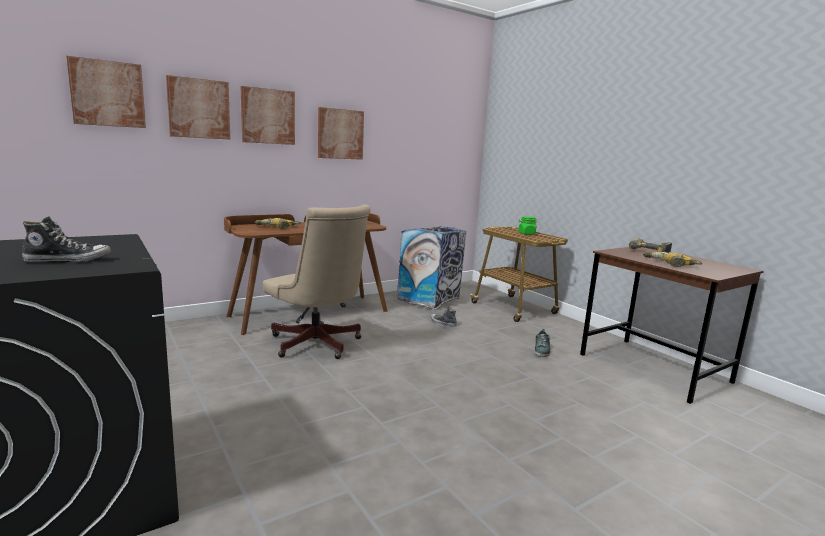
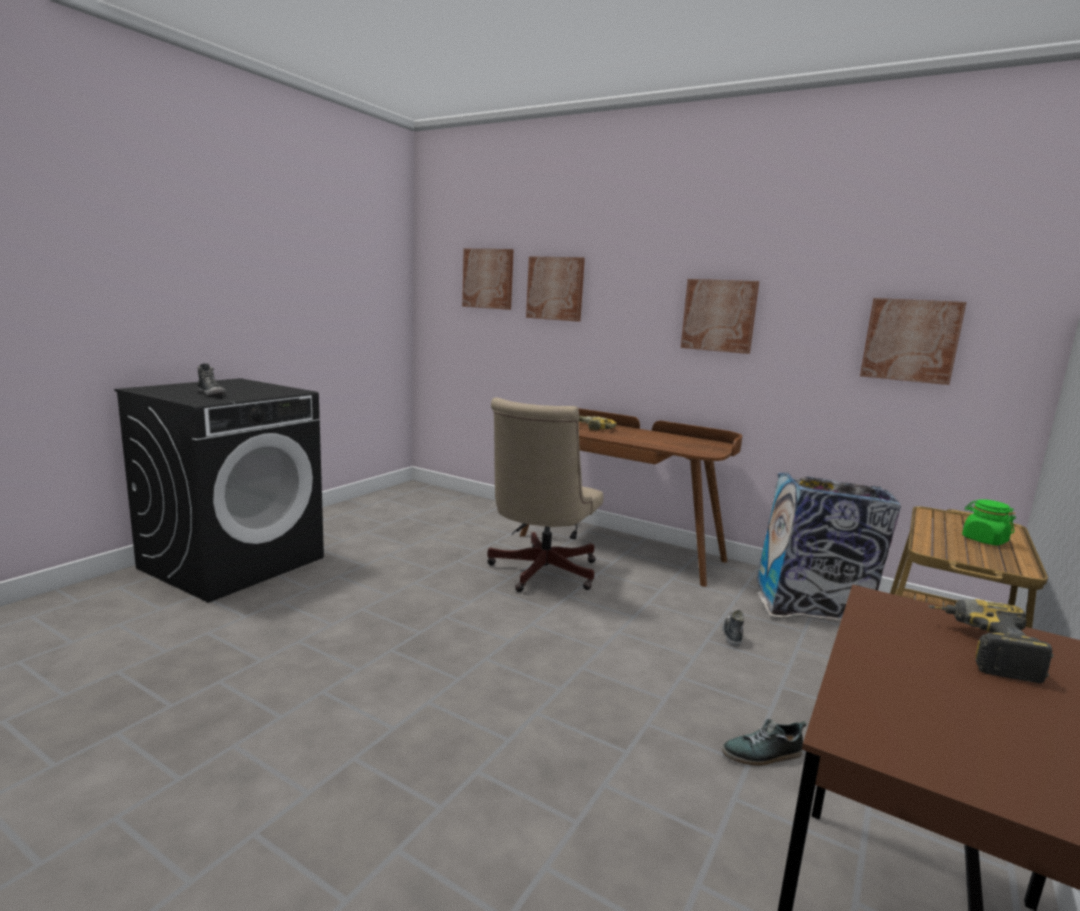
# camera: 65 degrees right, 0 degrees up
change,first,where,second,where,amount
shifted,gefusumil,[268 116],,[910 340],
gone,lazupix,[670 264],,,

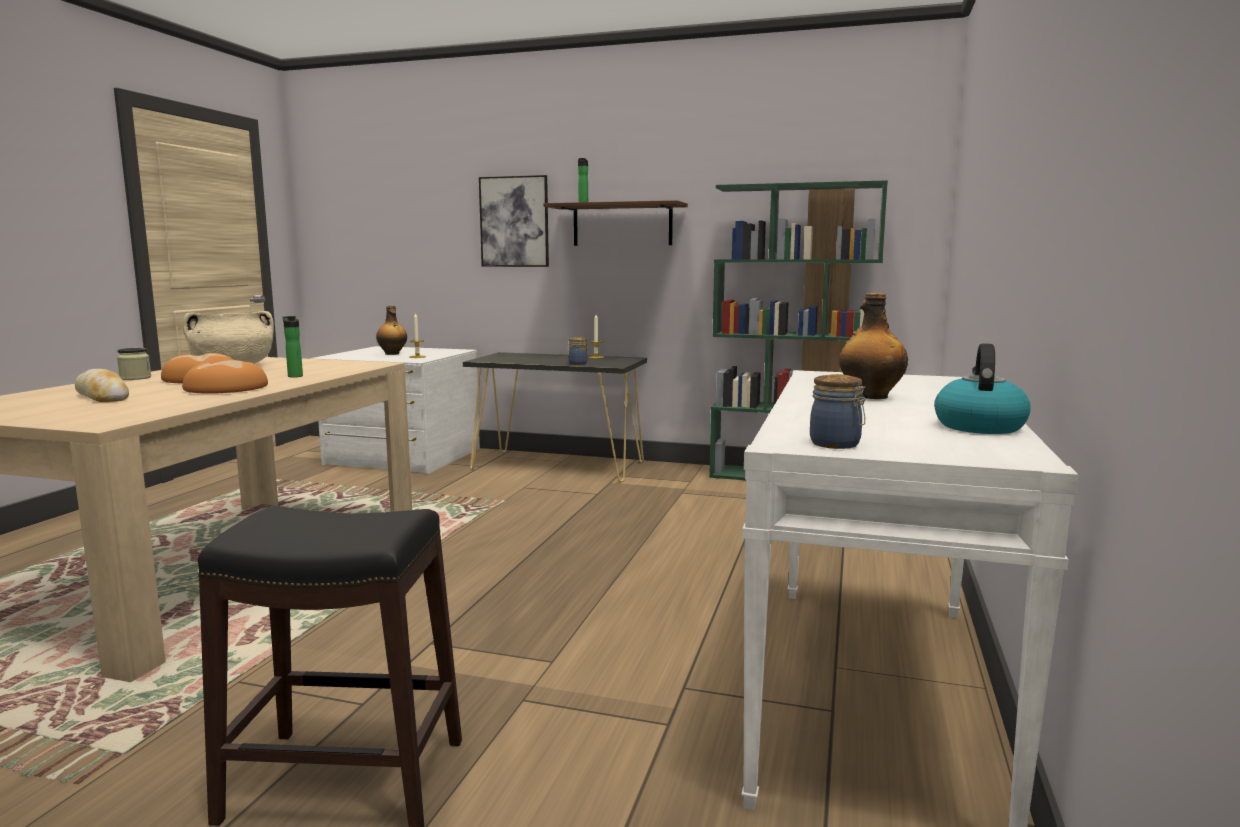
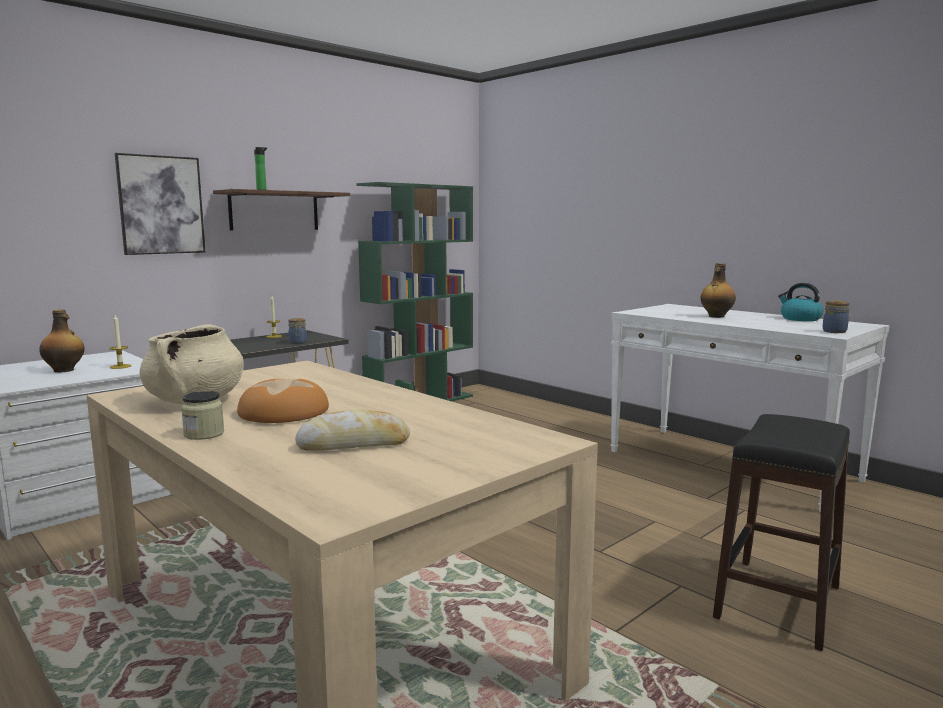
# camera: 60 degrees left, 0 degrees up
change,first,where,second,where,amount
gone,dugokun,[225 388],,,
gone,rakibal,[294 376],,,

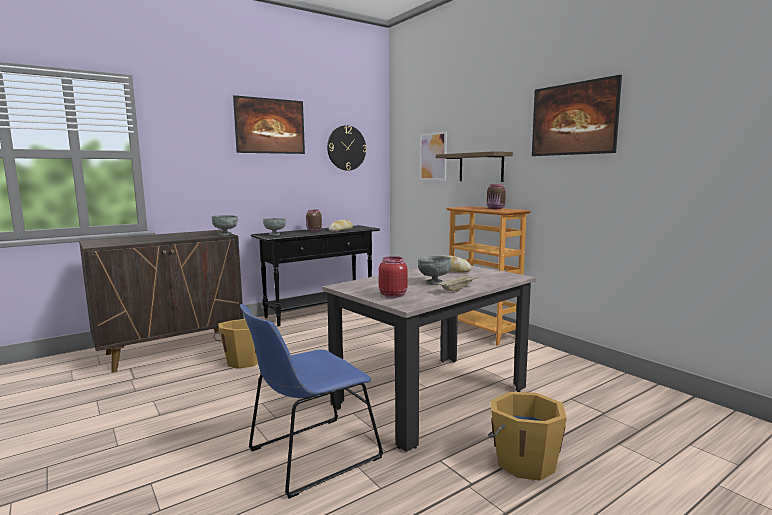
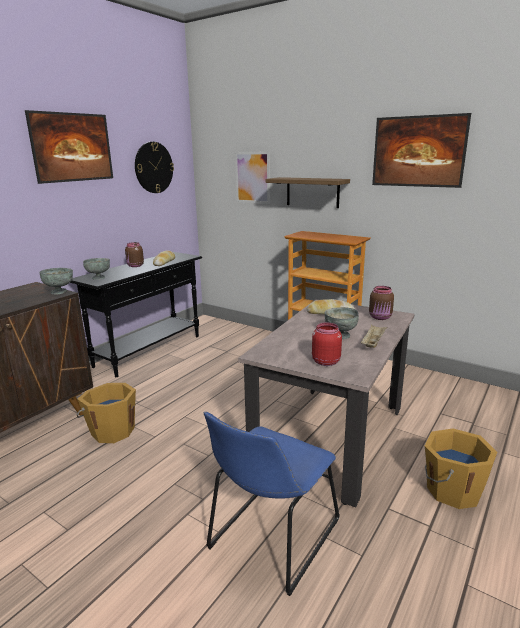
# camera: 20 degrees left, 10 degrees up
change,first,where,second,where,amount
shifted,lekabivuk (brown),[495 209],,[380 317],

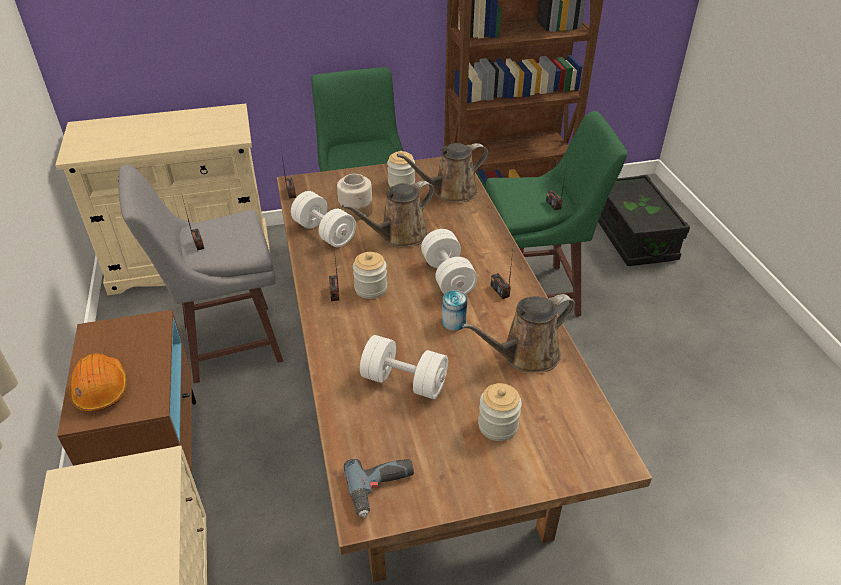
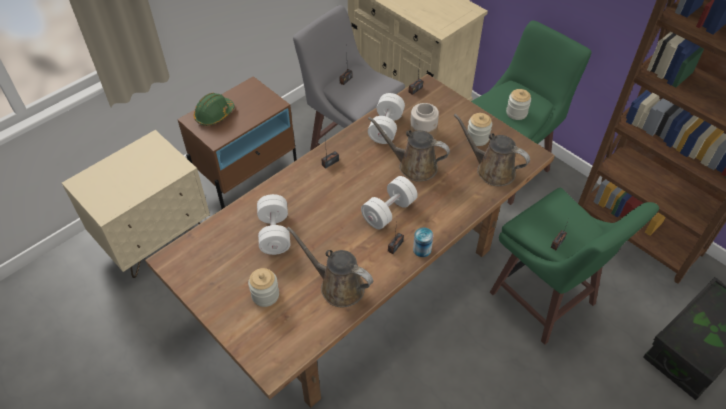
# camera: 60 degrees right, 10 degrees up
change,first,where,second,where,amount
repainted,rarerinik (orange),[101 389],rarerinik (green),[214 115],
shifted,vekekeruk,[454 322],,[422 249],
shifted,lekabivuk,[371 289],,[516 113],
gone,lazupix,[382 489],,,

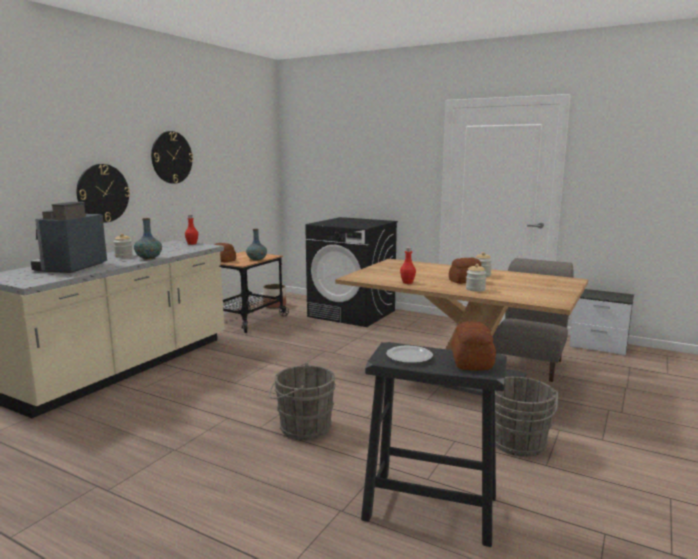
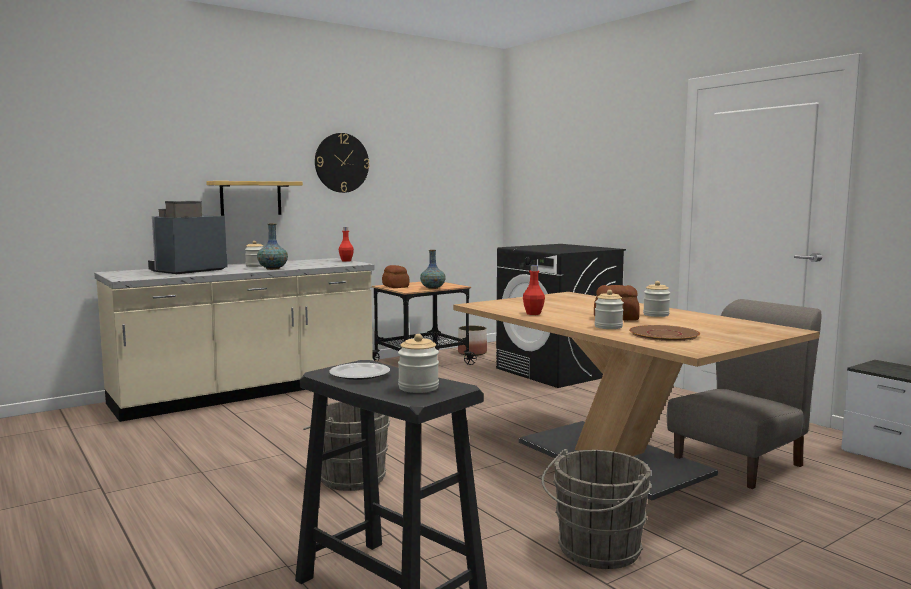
# camera: 25 degrees right, 5 degrees down
change,first,where,second,where,amount
swapped,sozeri,[103 193],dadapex,[251 198],
swapped,dugokun,[471 362],lekabivuk,[418 387],
new,,,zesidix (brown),[663 334],

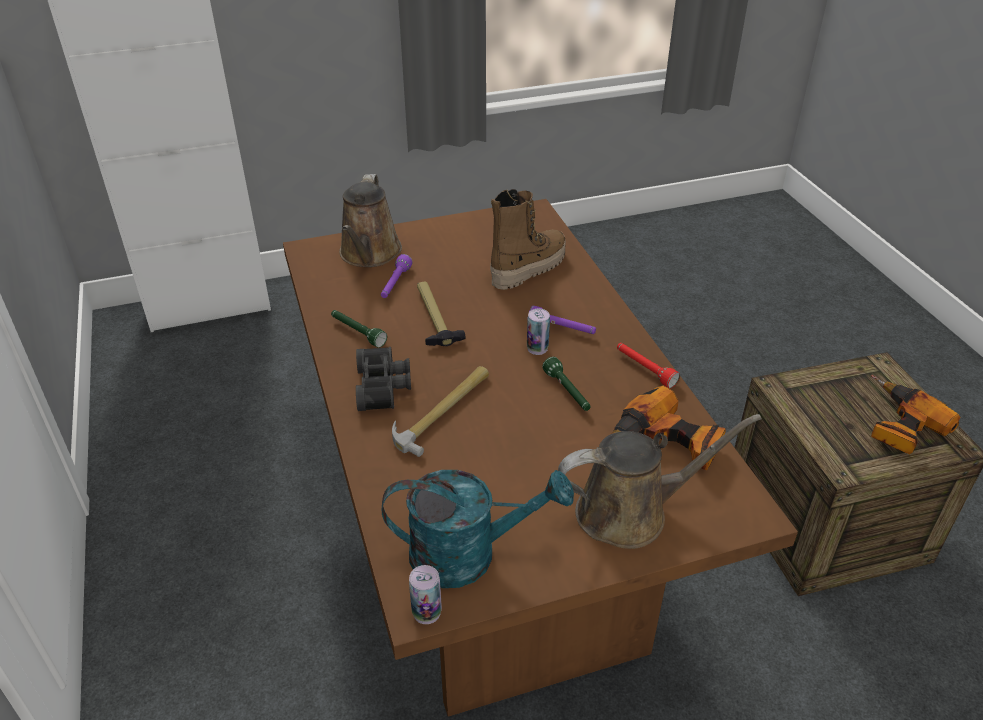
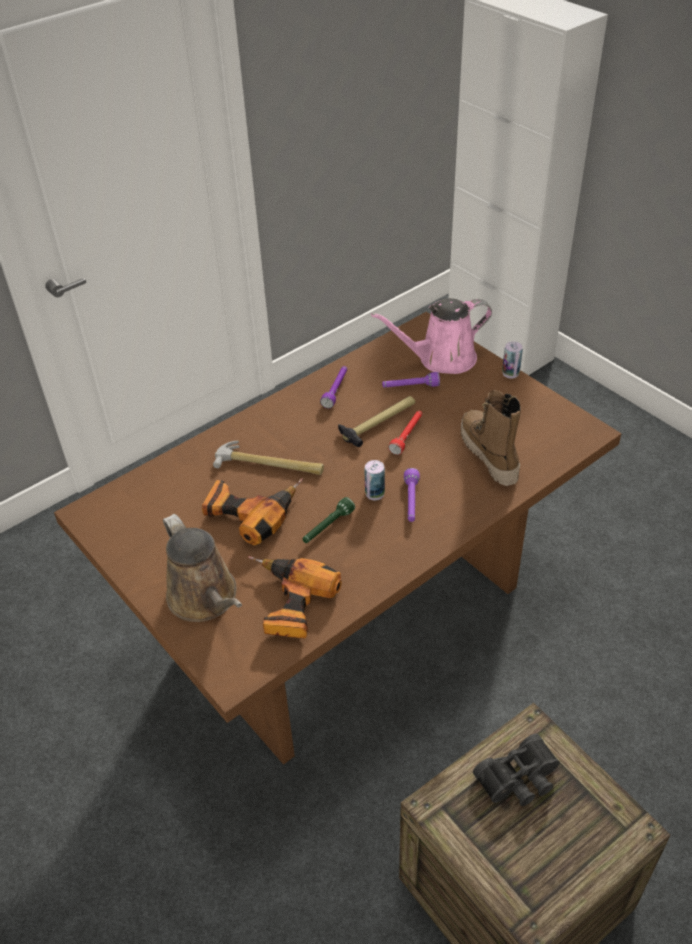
# camera: 70 degrees right, 5 degrees up
change,first,where,second,where,amount
shifted,lazupix,[898 425],,[251 511],
repainted,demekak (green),[357 333],demekak (purple),[336 390],
repainted,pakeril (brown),[369 254],pakeril (pink),[441 359],
shifted,demekak (red),[644 369],,[407 436],
rotated,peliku,[528 268],,[488 455],135 degrees counterclockwise
shifted,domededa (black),[384 386],,[520 780],
shifted,vekekeruk,[426 612],,[510 373],
gone,pakeril (turquoise),[468 554],,,

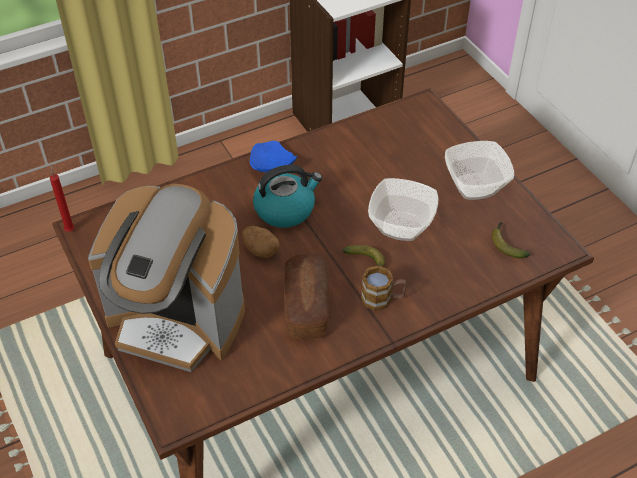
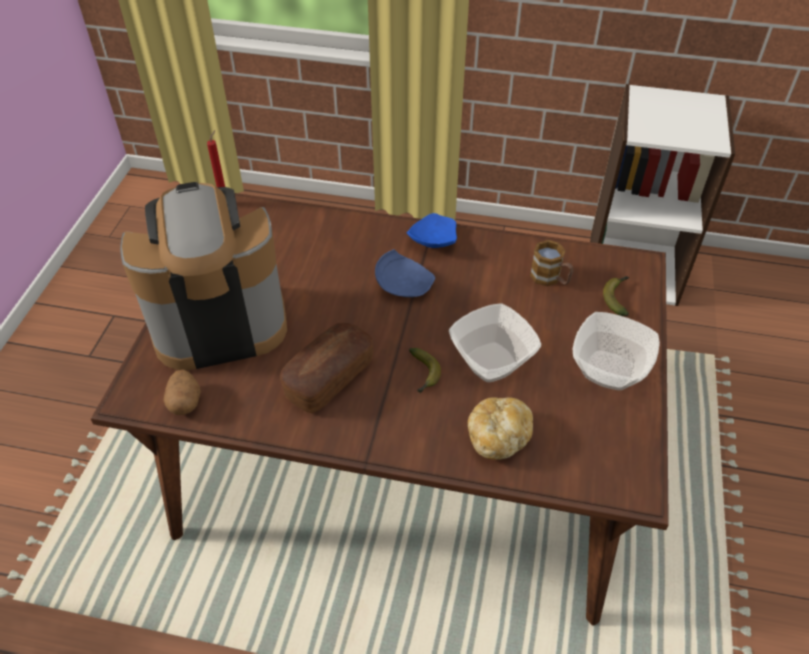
# camera: 40 degrees right, 0 degrees up
change,first,where,second,where,amount
rotated,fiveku,[177 321],,[218 321],105 degrees clockwise
shifted,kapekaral,[260 250],,[185 402],
swapped,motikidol,[285 209],zesidix (blue),[404 284],
new,,,dugokun,[498 436],
shifted,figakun,[383 299],,[550 279],
shifted,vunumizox,[506 244],,[617 297],

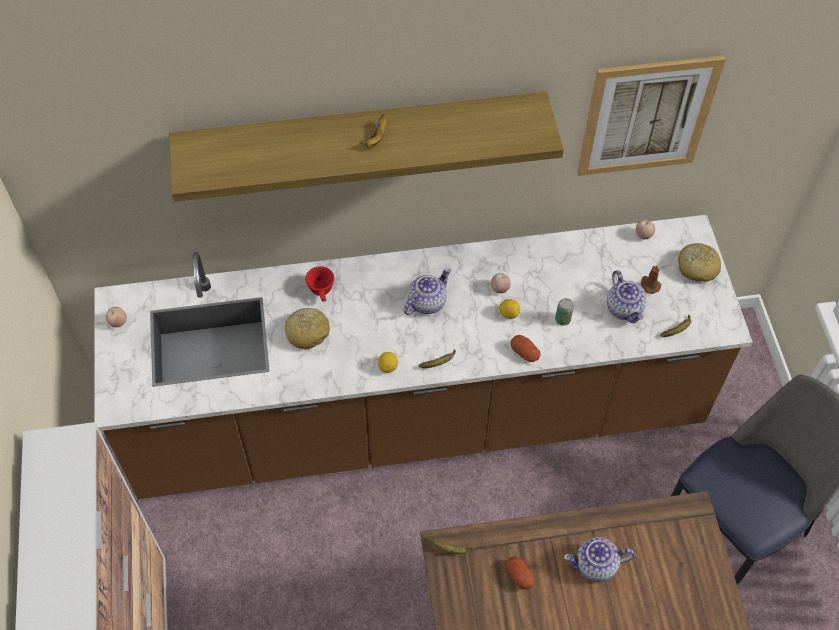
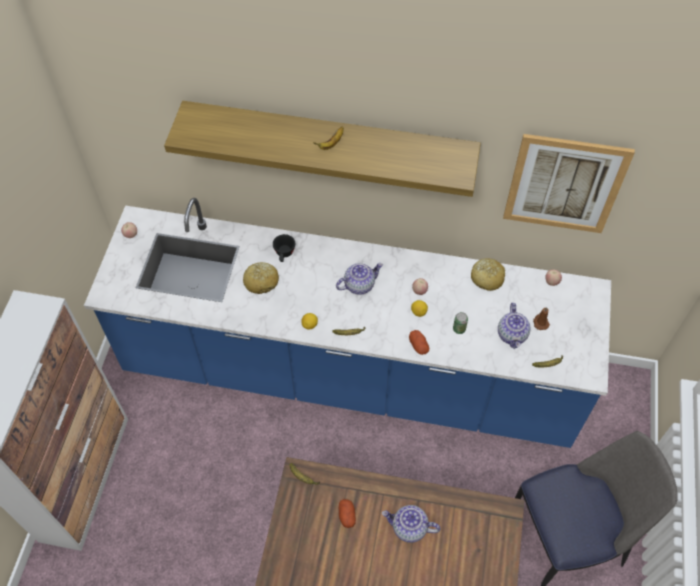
# camera: 20 degrees right, 0 degrees up
change,first,where,second,where,amount
repainted,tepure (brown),[418 416],tepure (blue),[350 373],
repainted,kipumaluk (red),[322 291],kipumaluk (black),[284 254],
shifted,dugokun,[697 267],,[487 278],

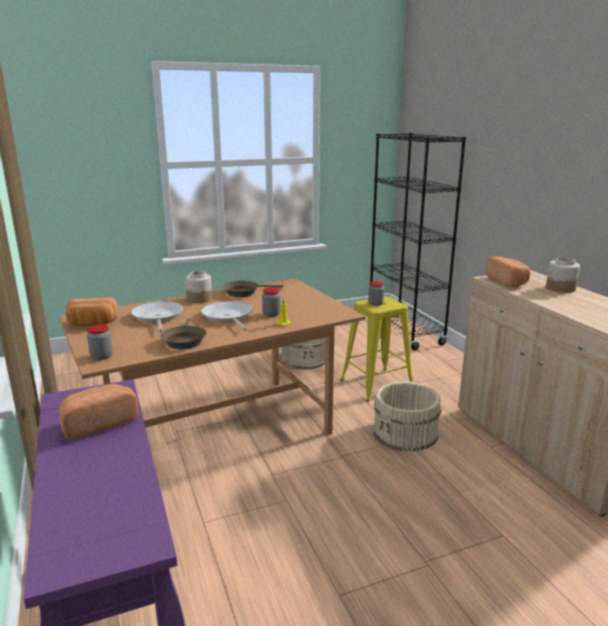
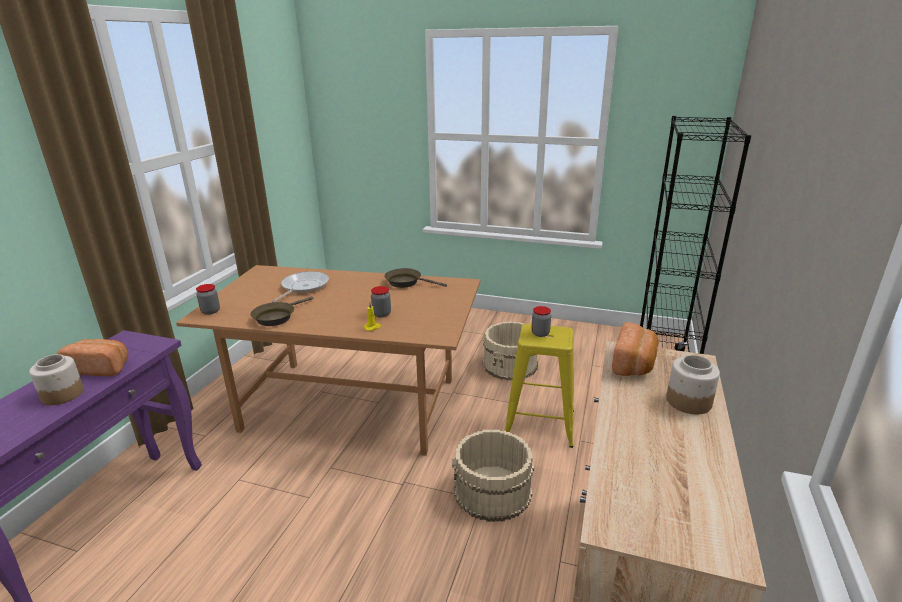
# camera: 40 degrees right, 5 degrees up
change,first,where,second,where,amount
shifted,lekabivuk,[199 299],,[63 394],
gone,dugokun,[92 324],,,
gone,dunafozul,[228 317],,,

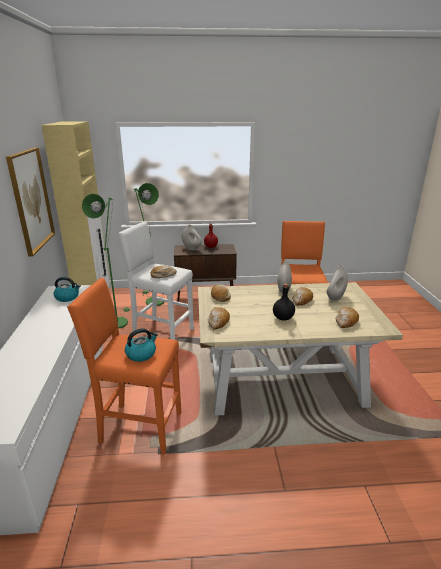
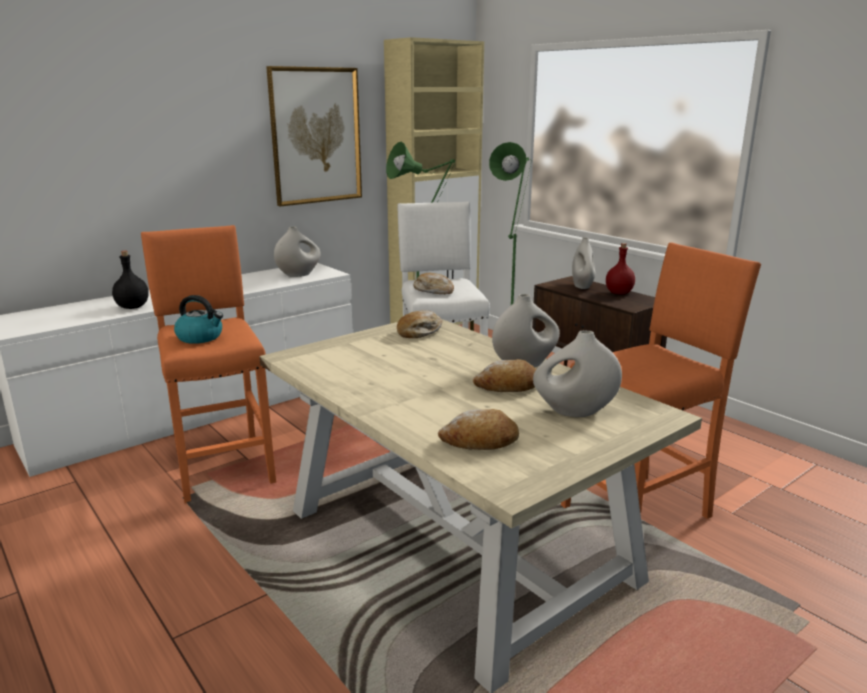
# camera: 55 degrees right, 5 degrees down
change,first,where,second,where,amount
shifted,rakibal (black),[283 318],,[133 307],
swapped,motikidol,[67 297],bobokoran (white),[299 275],
gone,dugokun,[218 322],,,

